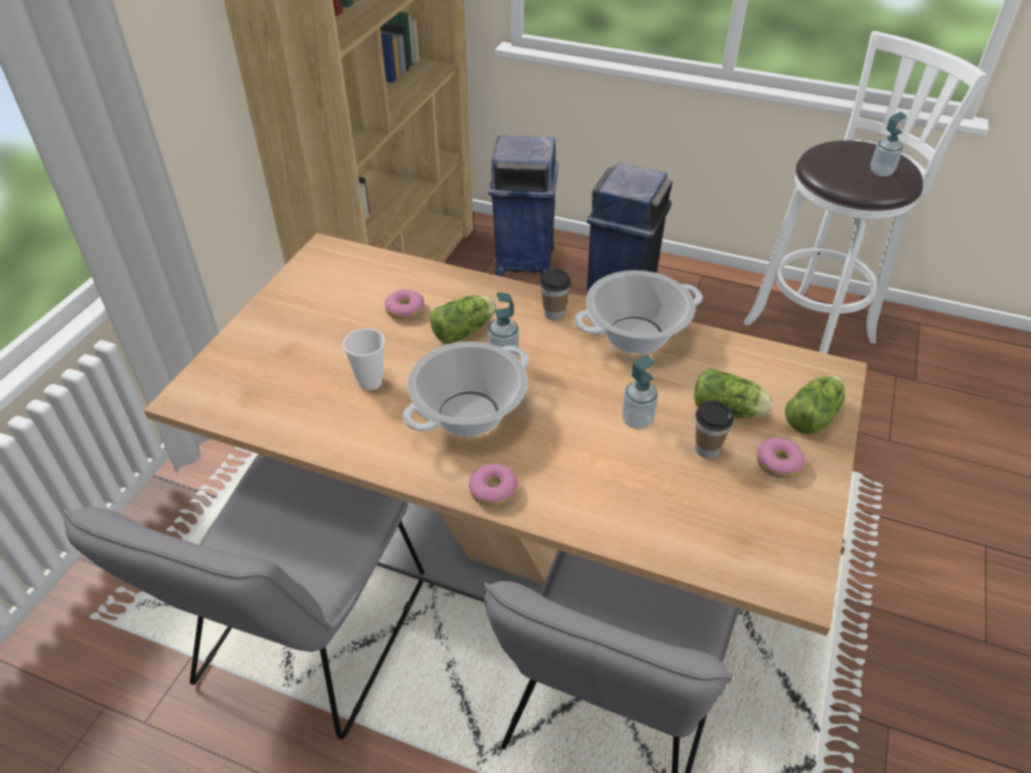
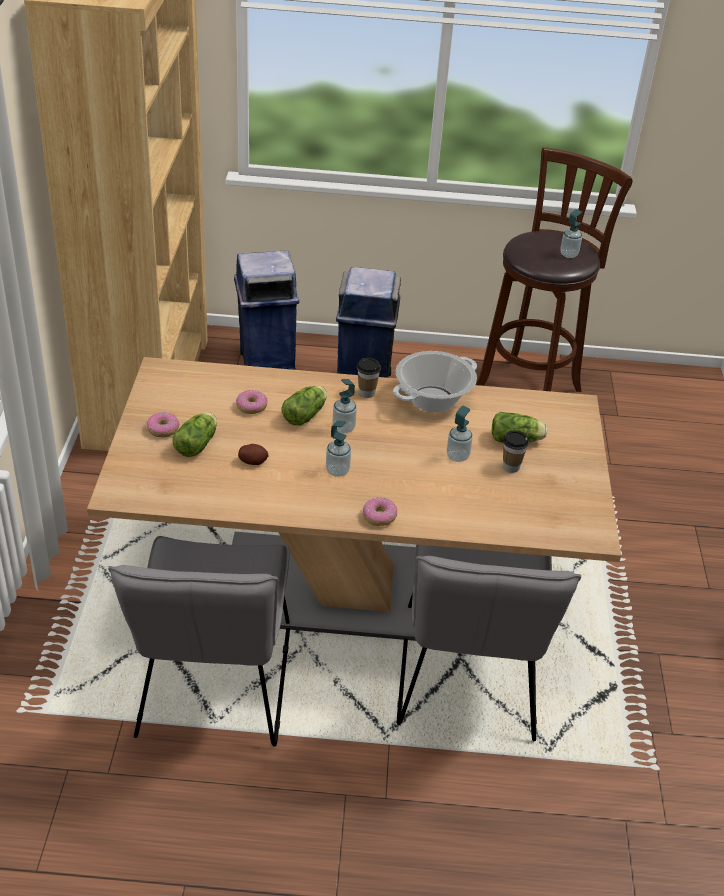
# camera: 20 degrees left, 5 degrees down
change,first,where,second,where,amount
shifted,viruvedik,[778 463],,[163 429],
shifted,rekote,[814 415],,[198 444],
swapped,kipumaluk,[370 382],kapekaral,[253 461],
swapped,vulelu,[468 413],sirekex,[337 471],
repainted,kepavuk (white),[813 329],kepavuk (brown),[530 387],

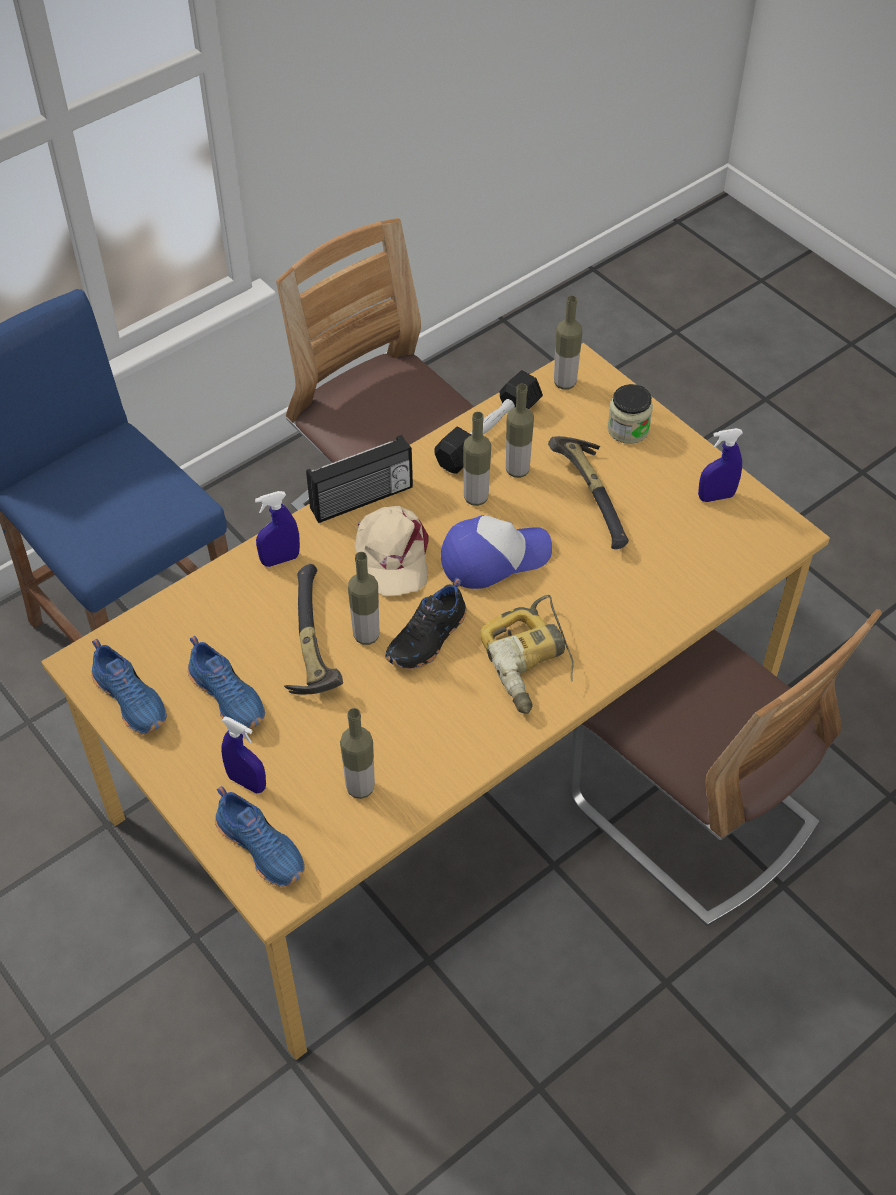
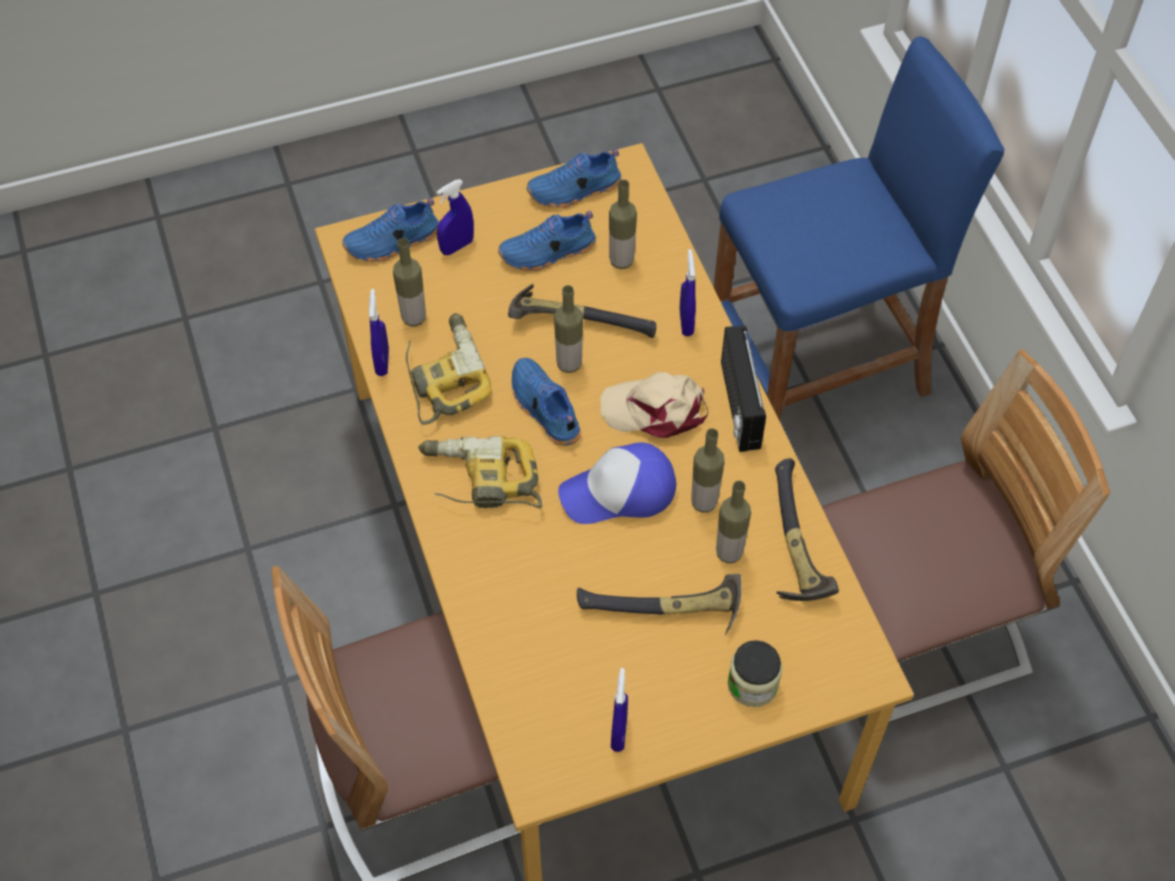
# camera: 110 degrees right, 5 degrees up
change,first,where,second,where,amount
new,,,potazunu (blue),[382 362],
new,,,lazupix,[444 375],
repainted,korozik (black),[428 639],korozik (blue),[543 409],
rotated,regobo,[494 557],,[619 492],75 degrees clockwise
shifted,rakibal,[565 383],,[621 261],
swapped,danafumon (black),[488 434],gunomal,[792 543],

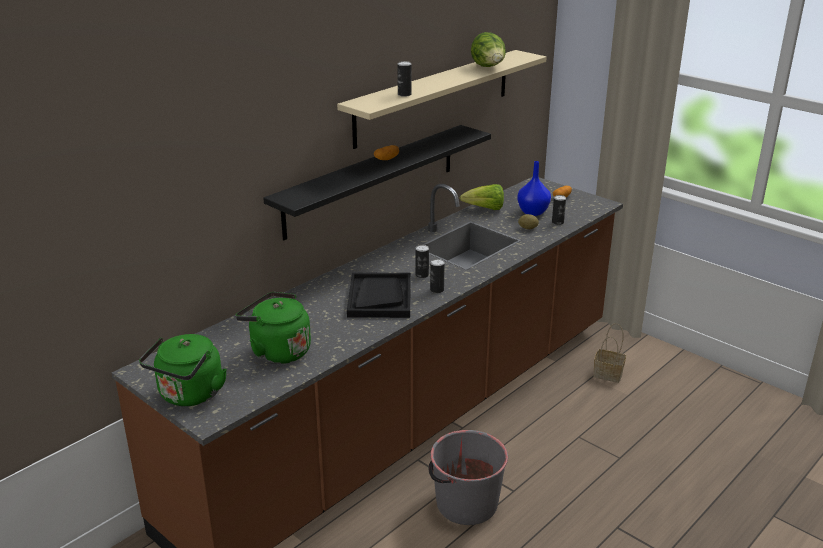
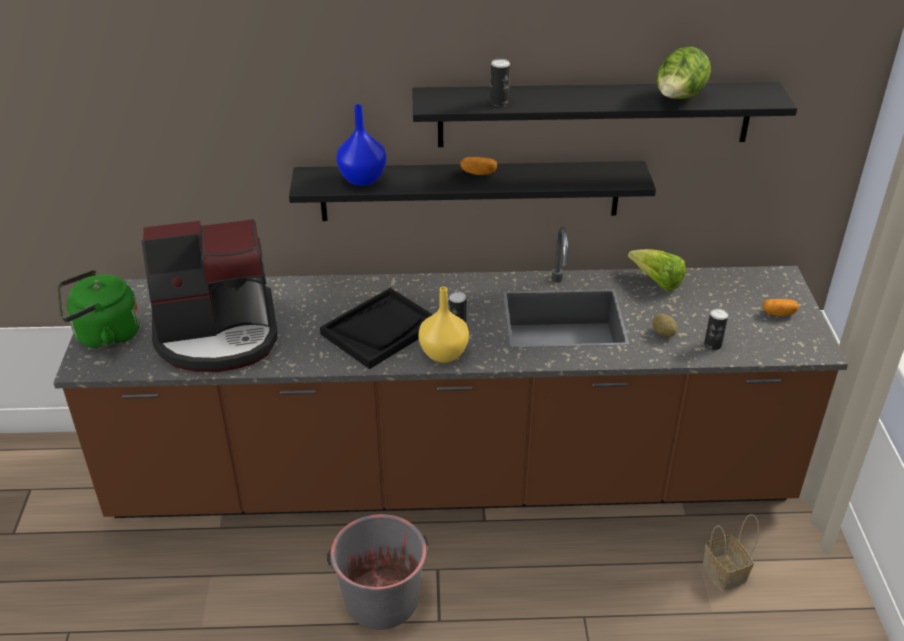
# camera: 45 degrees right, 10 degrees up
change,first,where,second,where,amount
swapped,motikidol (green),[277 351],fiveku,[218 334],
shifted,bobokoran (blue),[533 212],,[361 179],
repainted,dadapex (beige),[434 97],dadapex (black),[594 114],
swapped,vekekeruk,[437 290],bobokoran (yellow),[442 353],

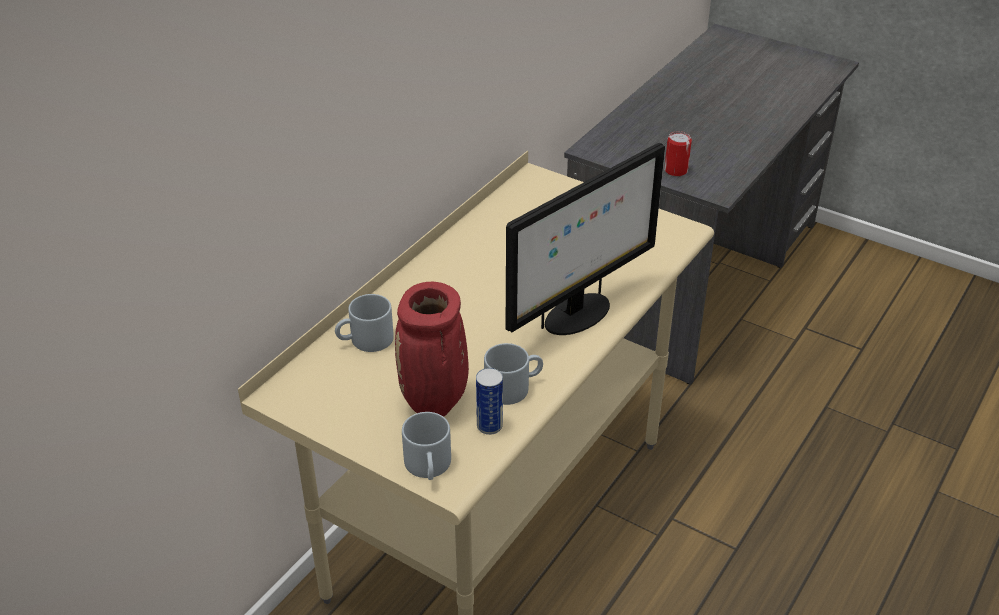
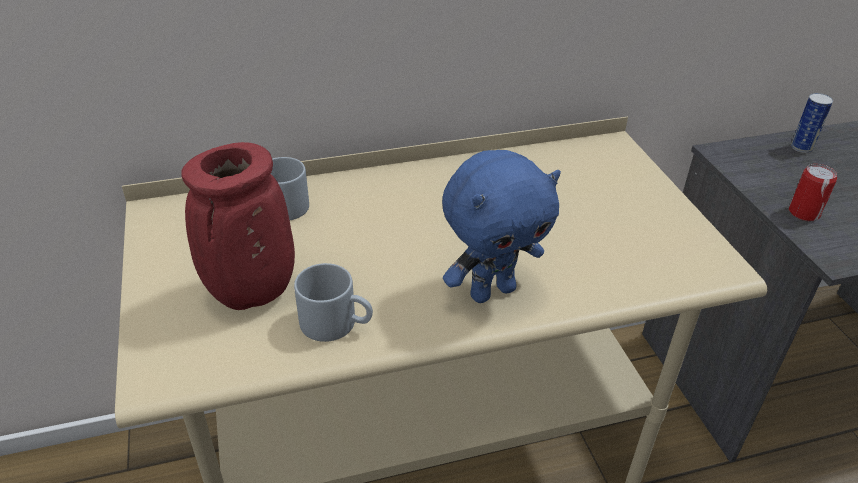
# camera: 40 degrees right, 0 degrees up
change,first,where,second,where,amount
swapped,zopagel,[577 315],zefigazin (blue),[492 291],
shifted,vekekeruk,[489 426],,[801 148],
gone,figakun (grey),[429 467],,,

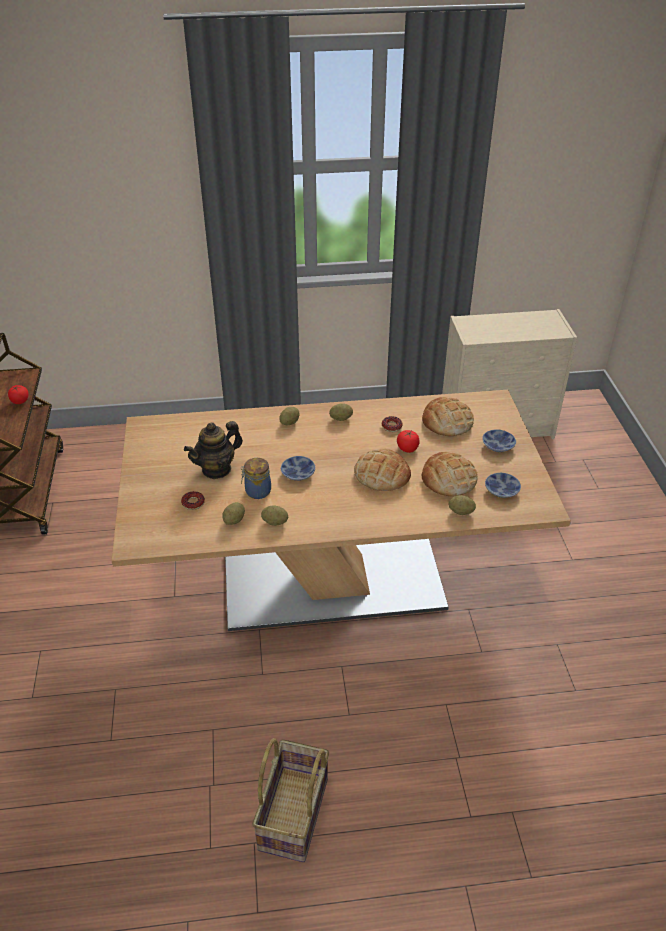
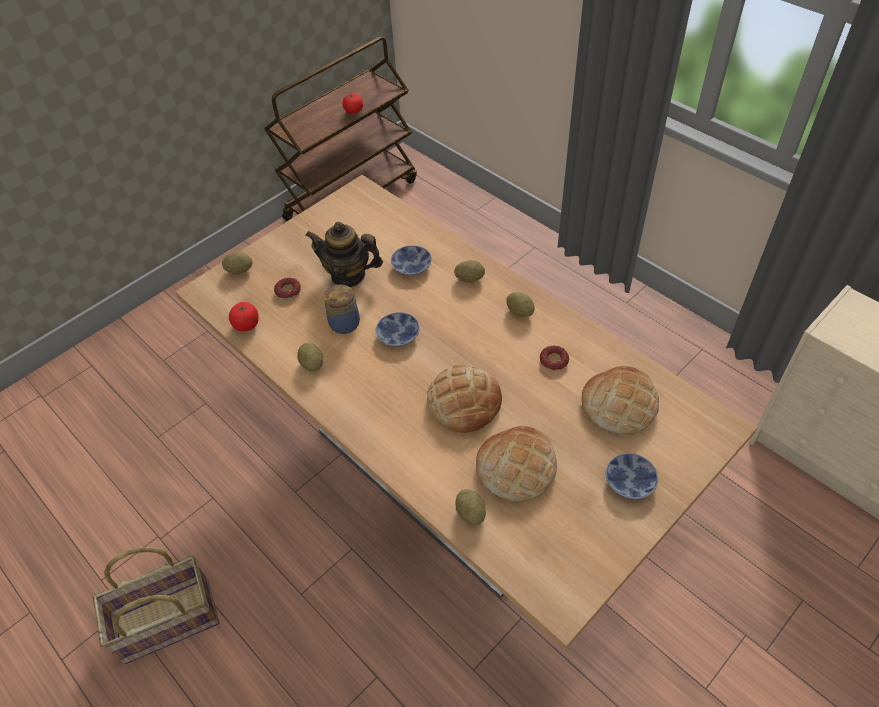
# camera: 55 degrees right, 10 degrees up
change,first,where,second,where,amount
shifted,kapekaral,[234 520],,[239 270],
shifted,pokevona,[407 448],,[247 325],
shifted,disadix,[501 491],,[410 267],

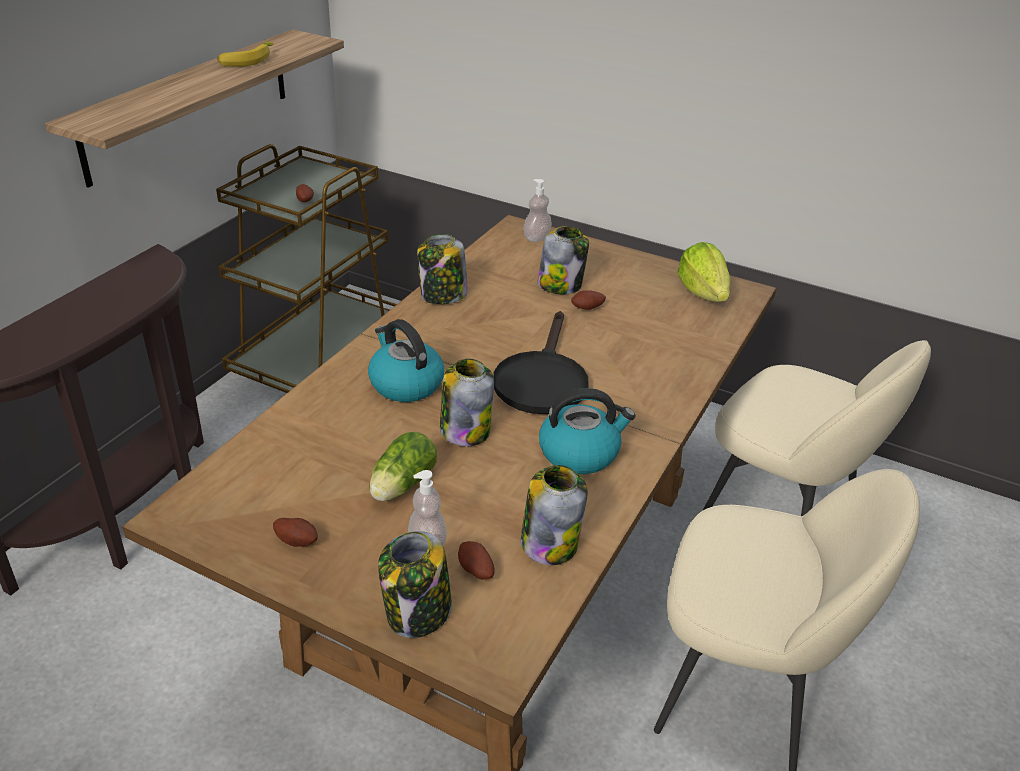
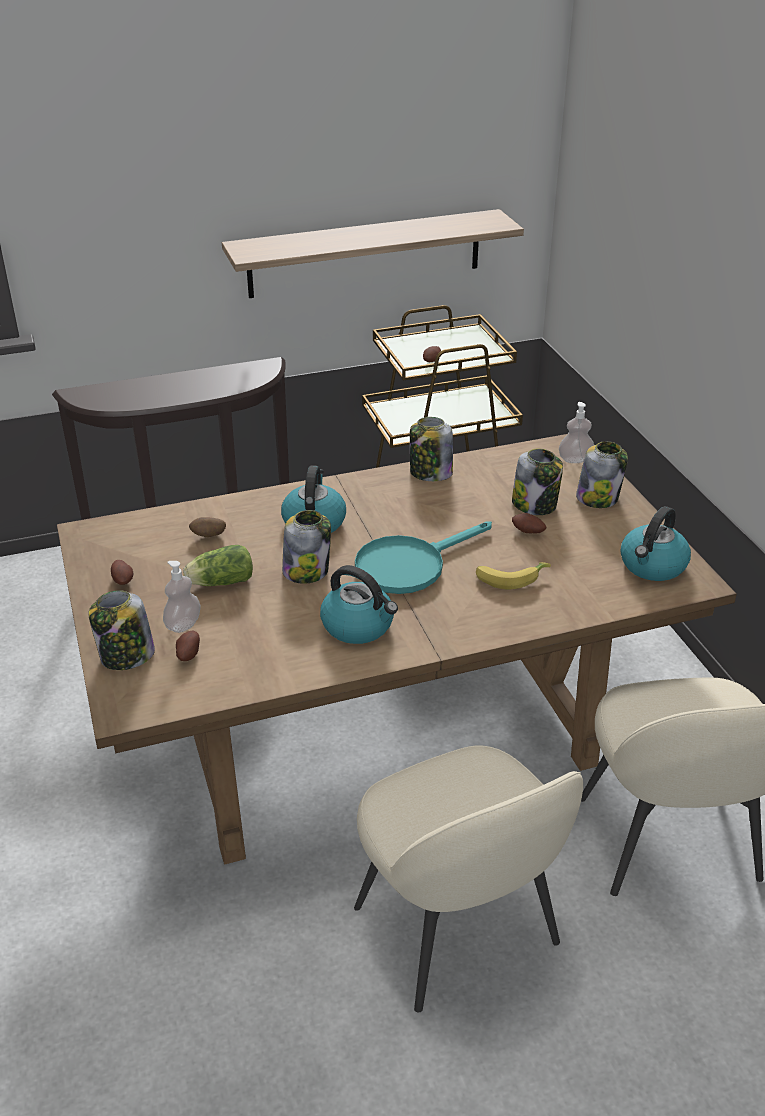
# camera: 45 degrees right, 0 degrees up
change,first,where,second,where,amount
new,,,kapekaral,[208 536],
repainted,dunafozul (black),[541 379],dunafozul (turquoise),[409 565],
shifted,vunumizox,[246 61],,[510 578],
shifted,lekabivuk,[549 543],,[598 498],
swapped,rekote,[703 293],motikidol,[652 566],

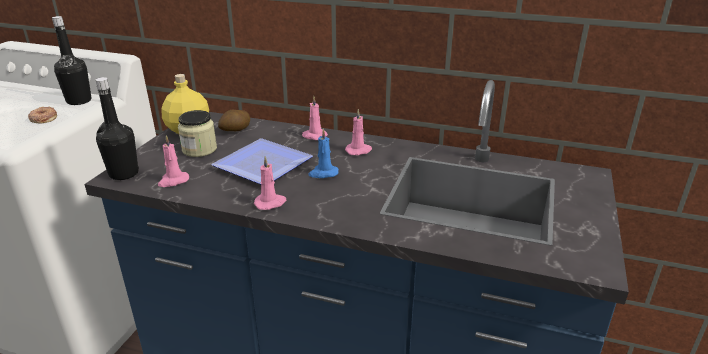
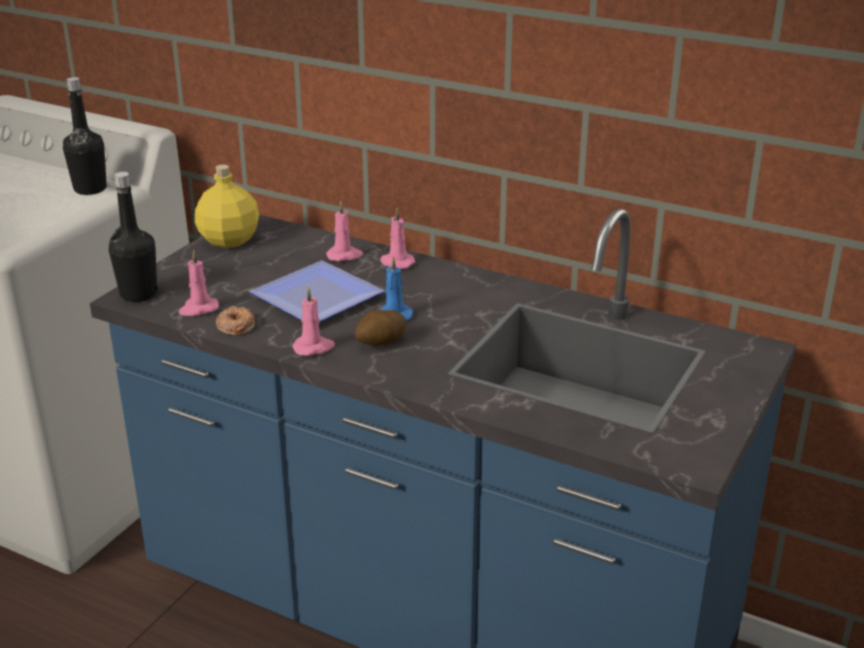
# camera: 10 degrees right, 0 degrees up
change,first,where,second,where,amount
shifted,viruvedik,[43 118],,[235 325],
shifted,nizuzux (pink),[359 150],,[345 256],
shifted,kapekaral,[235 130],,[380 342],
gone,lekabivuk,[199 149],,,

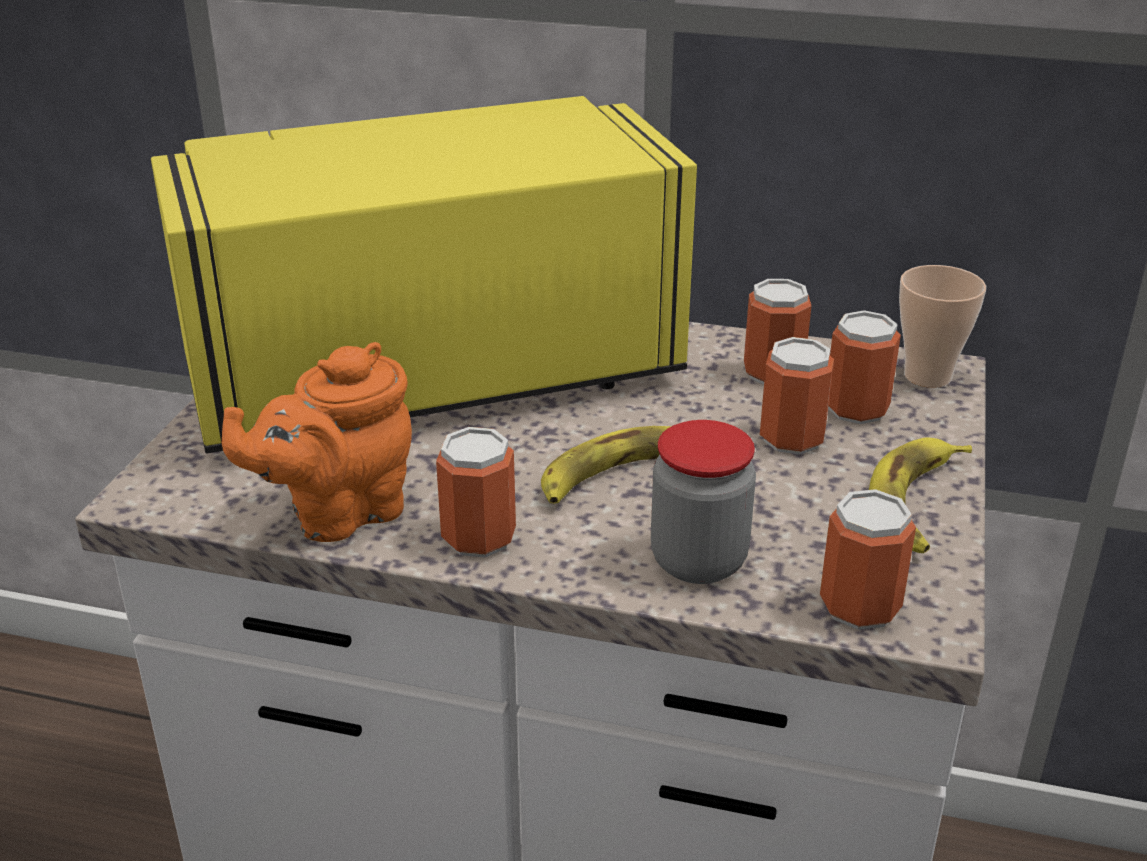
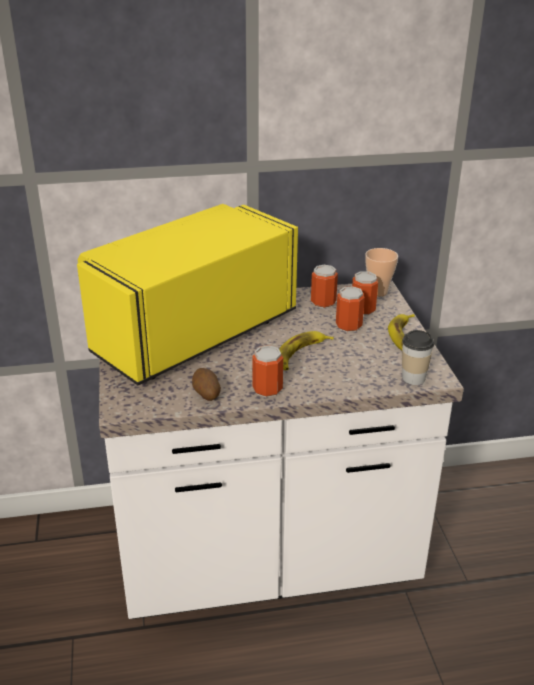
# camera: 25 degrees left, 0 degrees up
change,first,where,second,where,amount
swapped,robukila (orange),[338 513],kapekaral,[206 395],
swapped,vekekeruk,[859 607],kipumaluk,[413 378],
gone,lekabivuk,[698 561],,,

